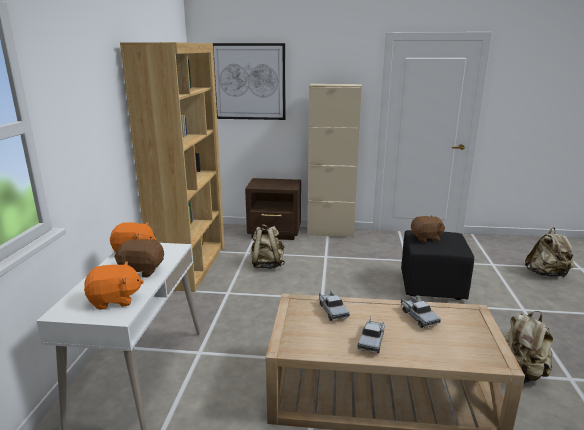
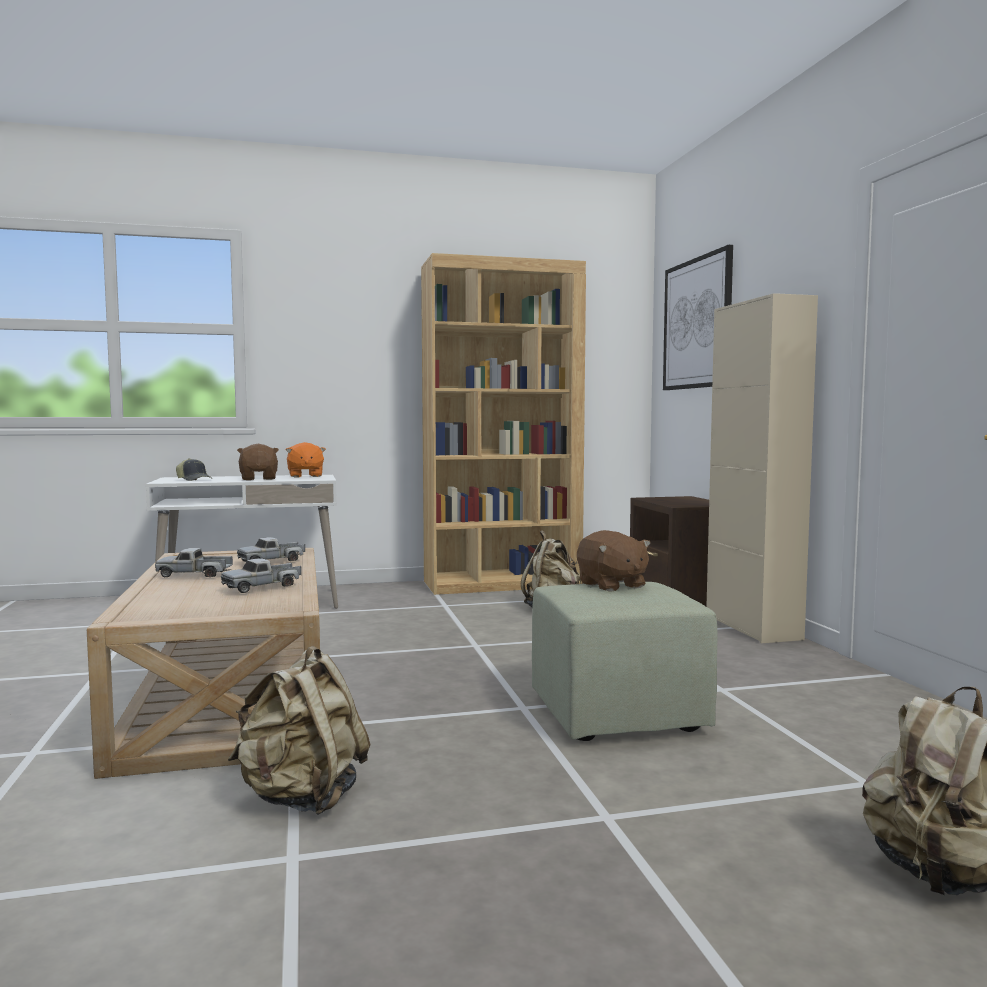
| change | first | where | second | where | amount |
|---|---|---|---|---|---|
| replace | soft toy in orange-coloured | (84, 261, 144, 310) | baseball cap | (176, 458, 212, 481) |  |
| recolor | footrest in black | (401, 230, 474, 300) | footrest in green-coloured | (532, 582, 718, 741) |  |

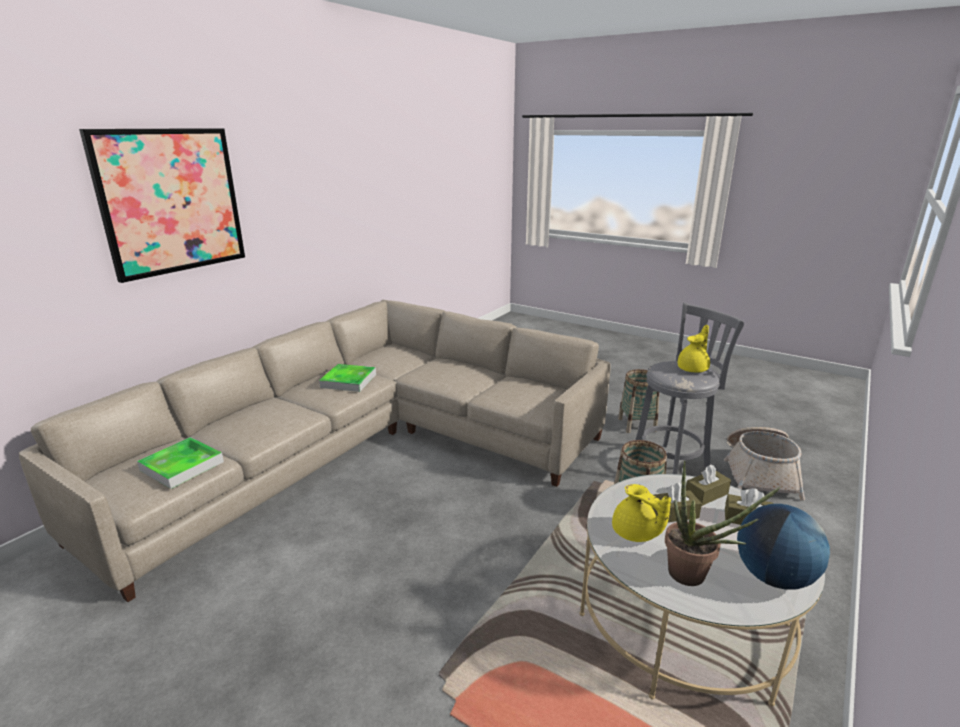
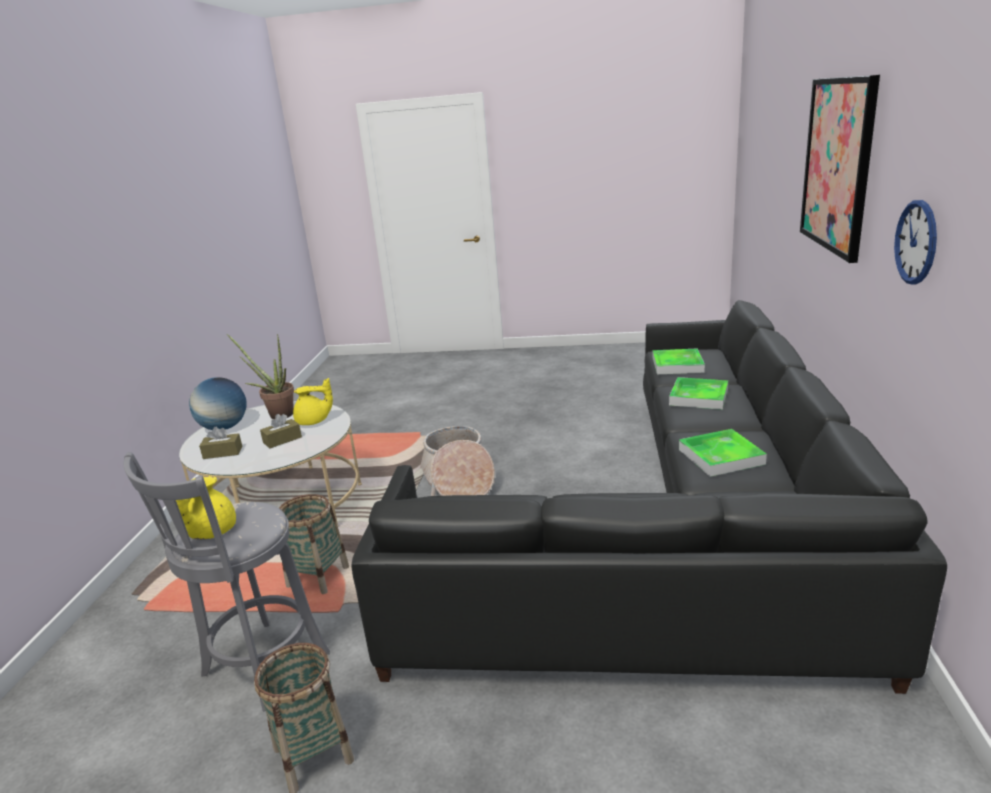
| change | first | where | second | where | amount |
|---|---|---|---|---|---|
| delete | tissue holder in brownish | (686, 465, 731, 506) |  |  |  |
| insert |  |  | tray | (669, 377, 728, 410) |  |
| insert |  |  | wall clock | (894, 200, 937, 285) |  |
| move | storage basket | (724, 427, 805, 501) |  | (420, 426, 495, 496) |  |
| recolor | couch in beige | (19, 300, 611, 602) | couch in black | (351, 300, 947, 694) |  |
| rotate | tea pot in yellow | (612, 484, 671, 542) |  | (293, 378, 333, 425) | 150 degrees clockwise |

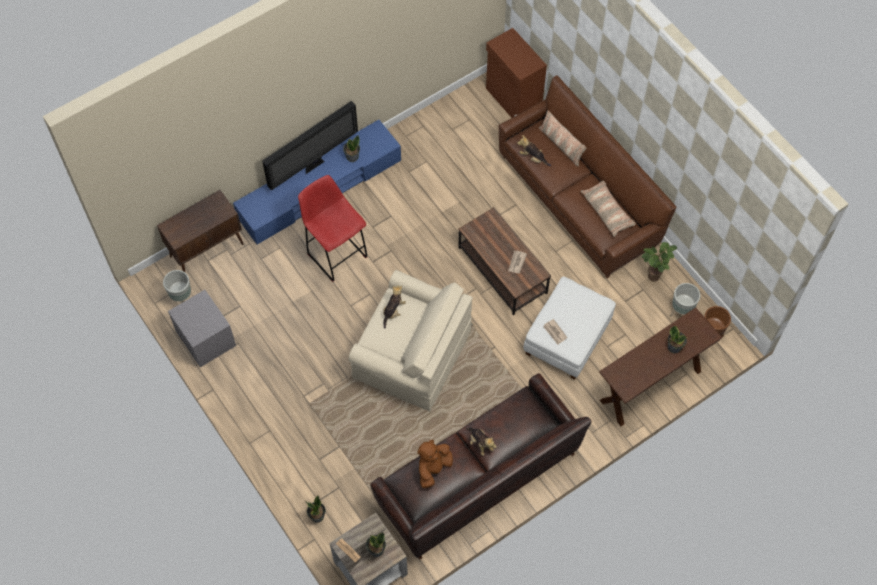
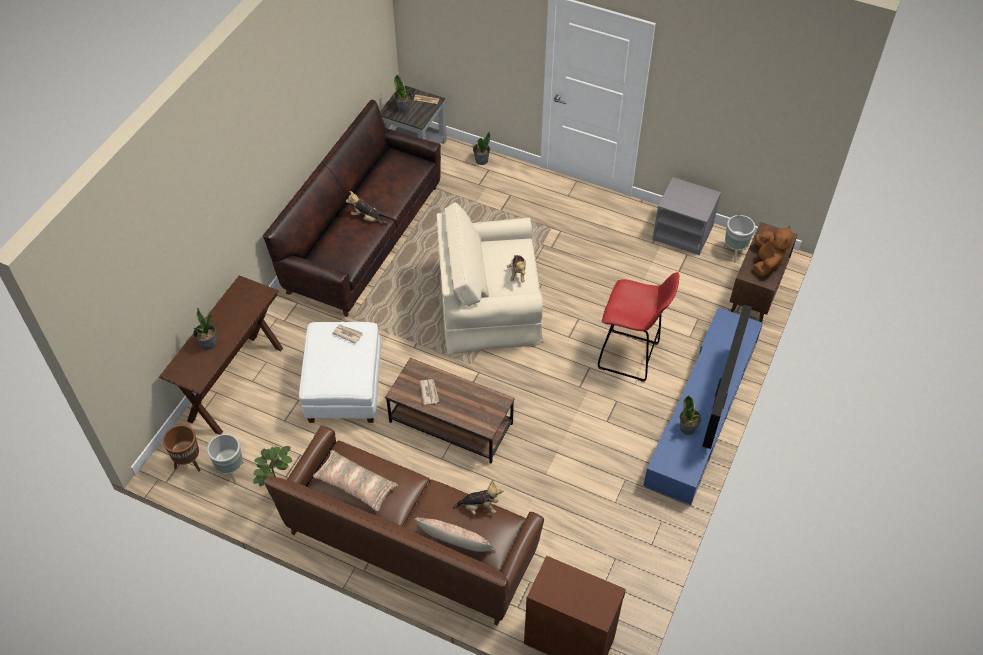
| change | first | where | second | where | amount |
|---|---|---|---|---|---|
| move | soft toy in brownish | (418, 440, 453, 488) |  | (753, 226, 792, 277) |  |

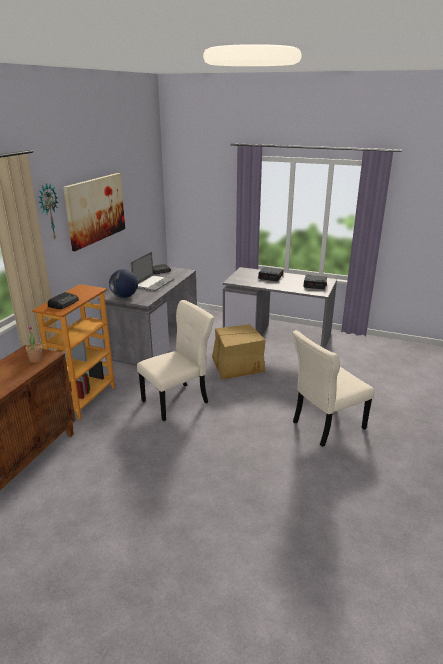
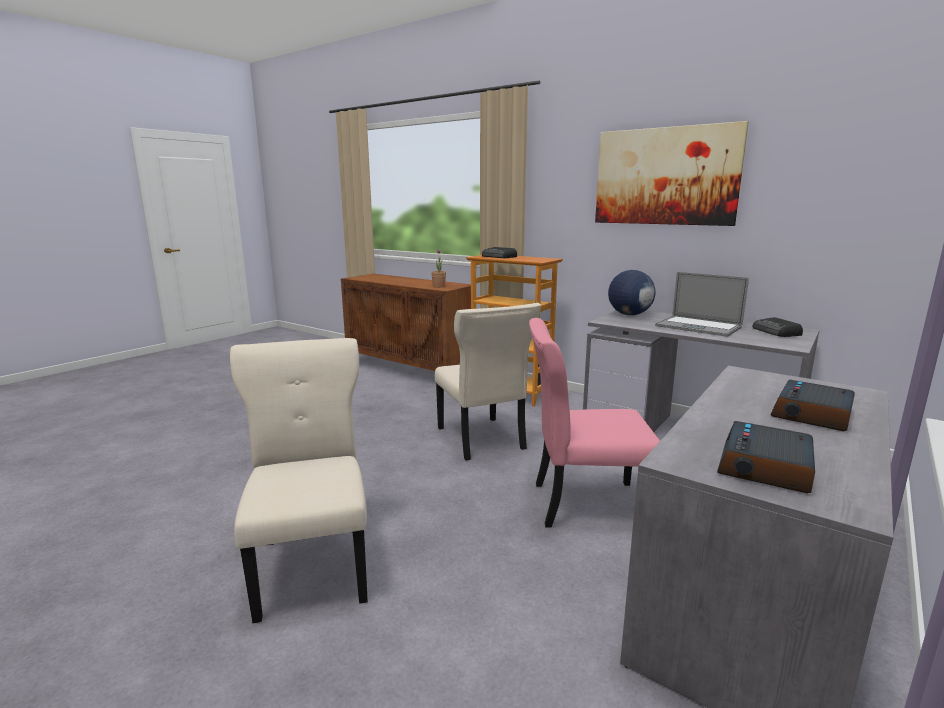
| change | first | where | second | where | amount |
|---|---|---|---|---|---|
| delete | wall clock | (38, 183, 59, 239) |  |  |  |
| replace | carton | (212, 324, 265, 380) | chair in pink | (529, 318, 660, 528) |  |

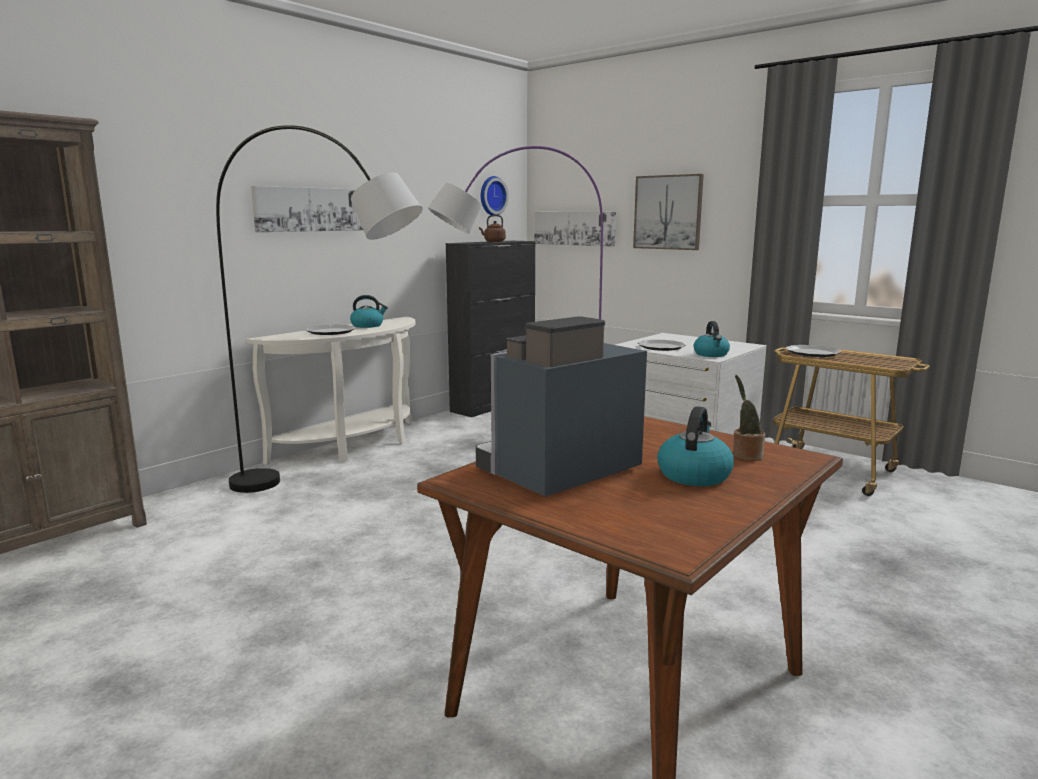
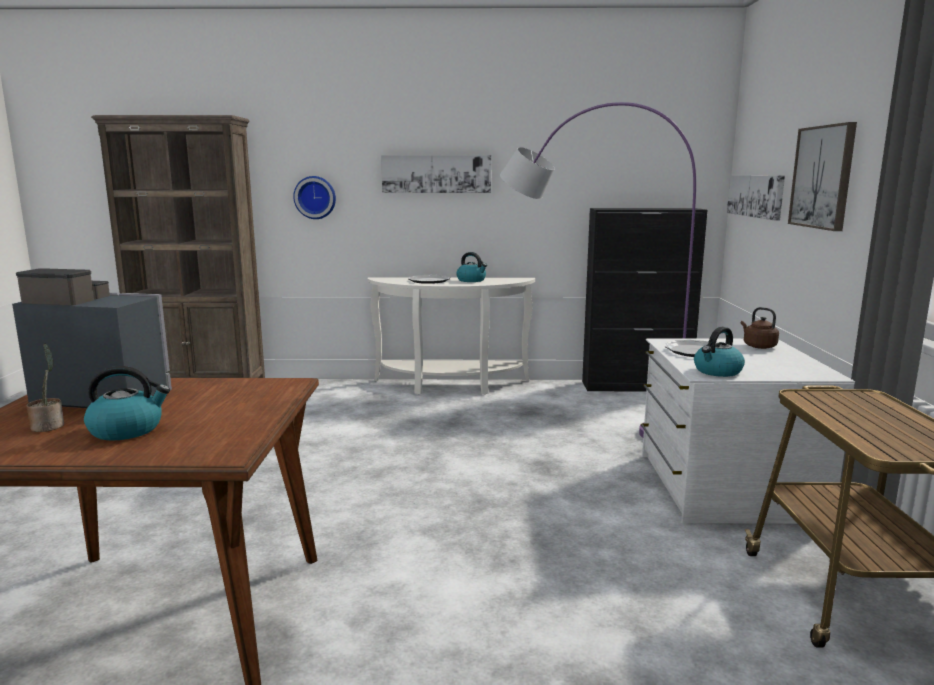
| change | first | where | second | where | amount |
|---|---|---|---|---|---|
| delete | standard lamp in greyish | (216, 125, 422, 493) |  |  |  |
| delete | dinner plate | (785, 345, 841, 357) |  |  |  |
| move | kettle in brownish | (479, 215, 506, 242) |  | (741, 307, 779, 349) |  |
| move | wall clock | (481, 176, 509, 215) |  | (293, 176, 336, 219) |  |
| move | potted plant | (733, 375, 765, 461) |  | (26, 344, 64, 432) |  |

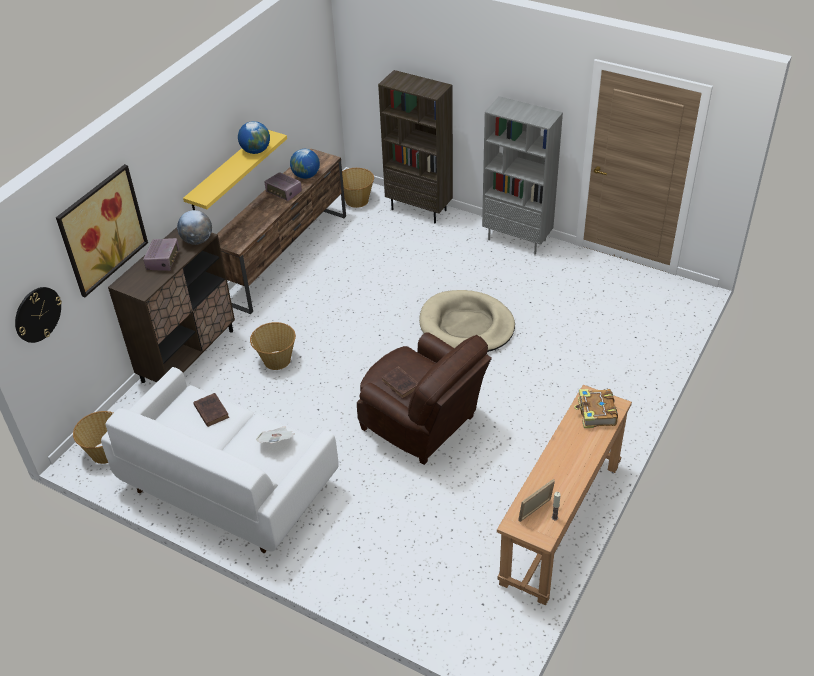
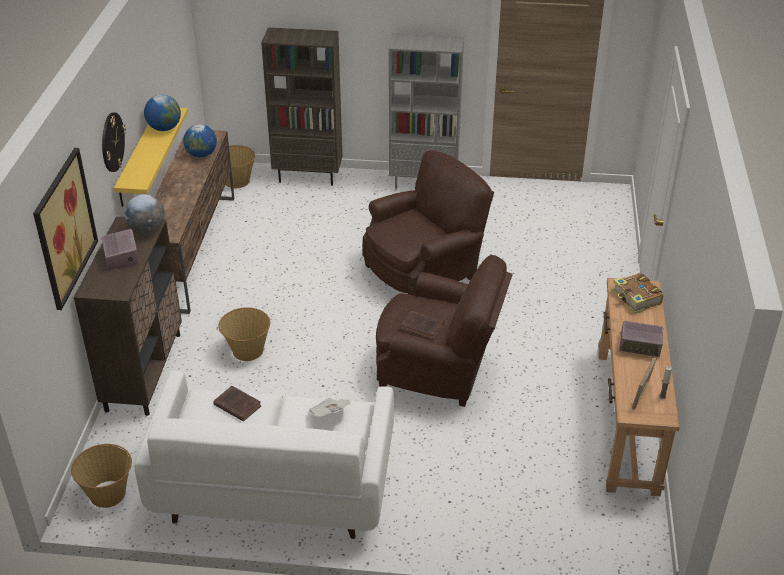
| change | first | where | second | where | amount |
|---|---|---|---|---|---|
| move | wall clock | (15, 287, 62, 343) |  | (102, 112, 126, 172) |  |
| move | radio set | (265, 172, 302, 201) |  | (619, 321, 663, 357) |  |
| replace | dog cushion in beige | (419, 290, 515, 352) | armchair in brownish | (362, 150, 494, 295) |  |

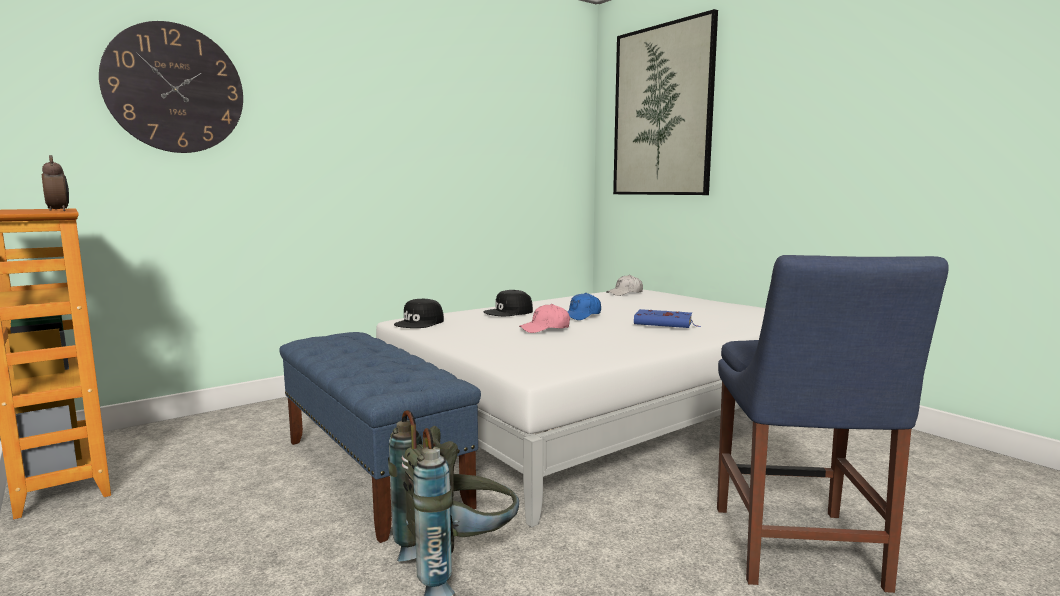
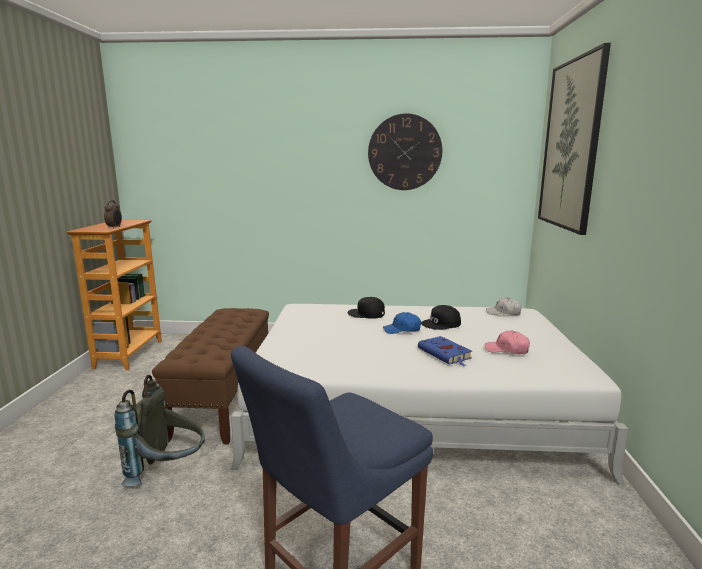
| change | first | where | second | where | amount |
|---|---|---|---|---|---|
| move | wall clock | (99, 21, 243, 153) |  | (368, 113, 442, 190) |  |
| move | baseball cap in black | (394, 298, 444, 328) |  | (421, 305, 461, 330) |  |
| move | baseball cap in pink | (519, 304, 570, 333) |  | (485, 330, 530, 354) |  |
| recolor | indoor bench in bluish | (279, 332, 481, 543) | indoor bench in brownish | (152, 308, 269, 444) |  |

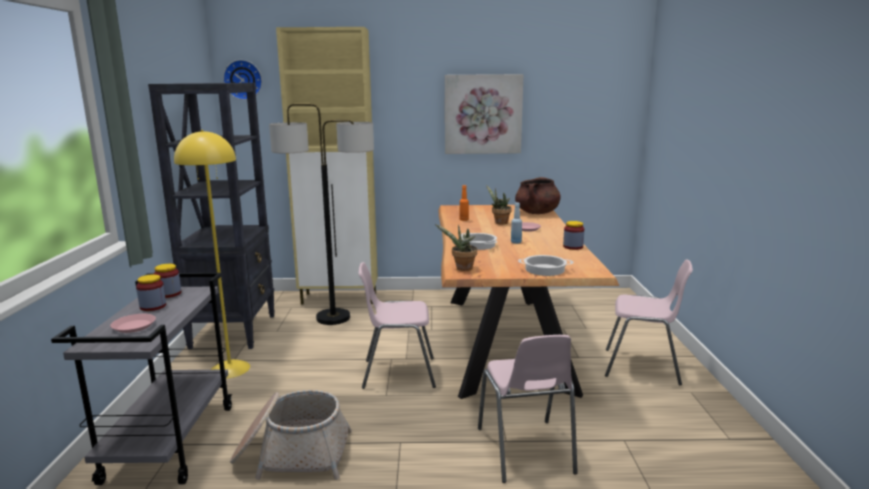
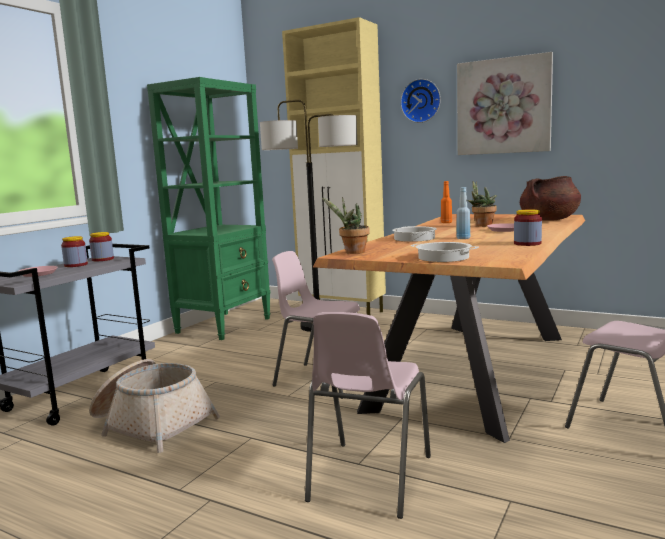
| change | first | where | second | where | amount |
|---|---|---|---|---|---|
| delete | standard lamp in yellow | (174, 130, 250, 379) |  |  |  |
| move | wall clock | (223, 60, 262, 100) |  | (400, 79, 441, 123) |  |
| recolor | bookshelf in black | (148, 83, 275, 350) | bookshelf in green-coloured | (147, 77, 271, 340) |  |

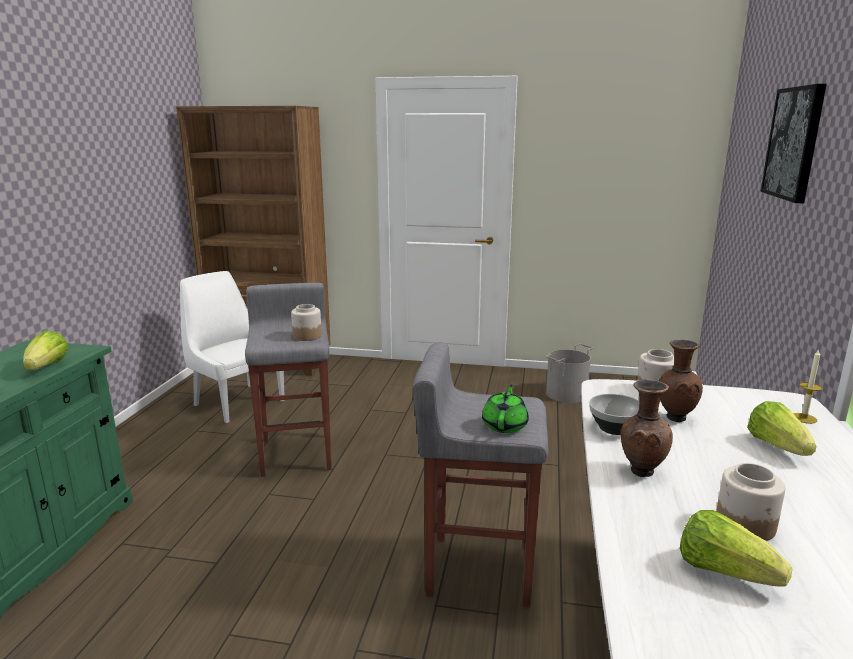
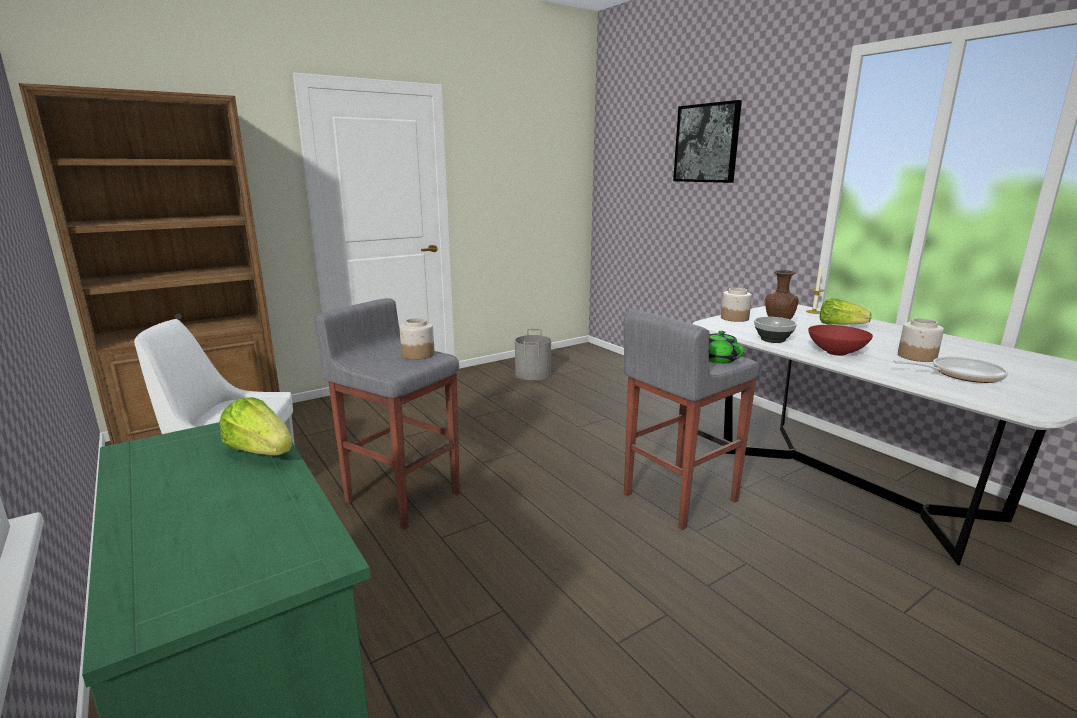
| change | first | where | second | where | amount |
|---|---|---|---|---|---|
| replace | flower vase in brownish | (620, 379, 673, 477) | bowl in red | (808, 325, 873, 356) |  |
| replace | lettuce head | (680, 510, 792, 587) | pan | (893, 357, 1008, 383) |  |

